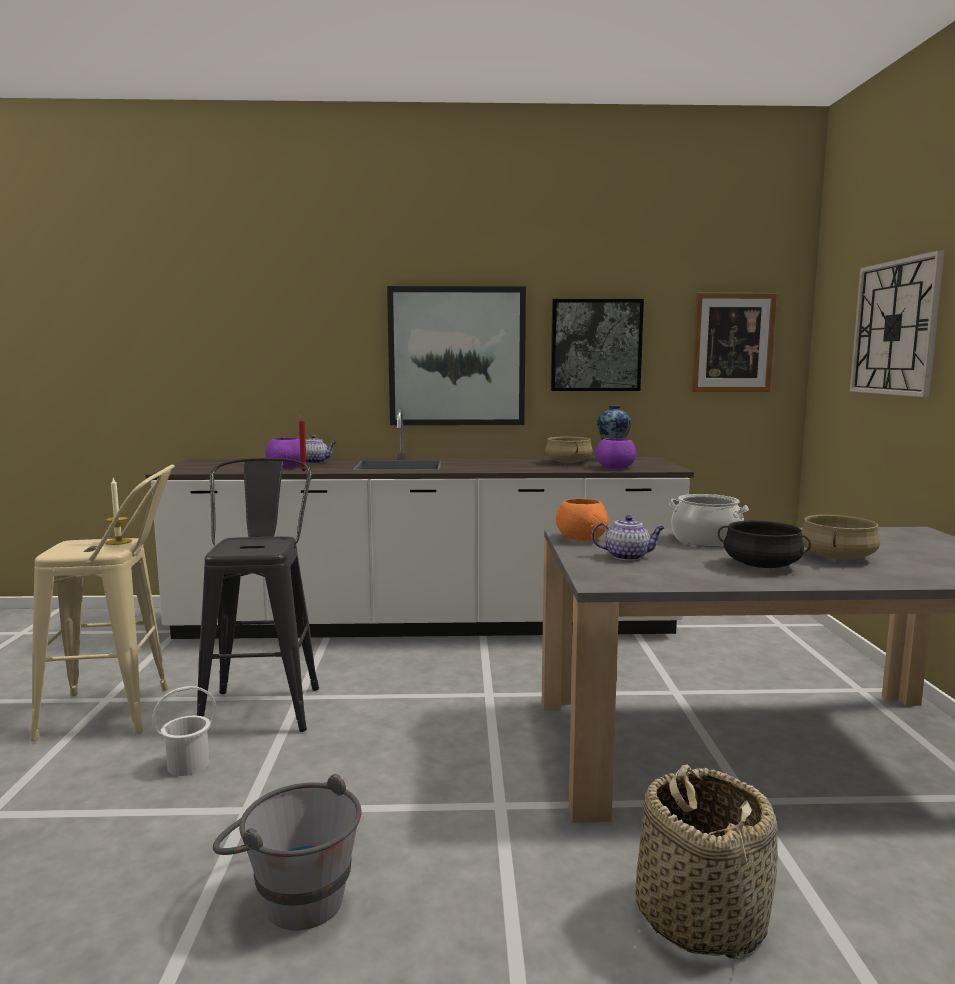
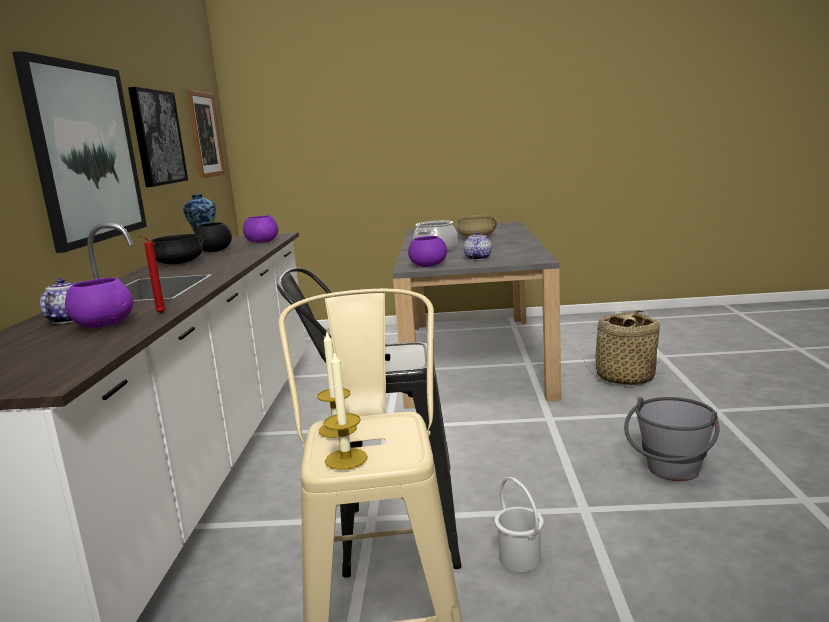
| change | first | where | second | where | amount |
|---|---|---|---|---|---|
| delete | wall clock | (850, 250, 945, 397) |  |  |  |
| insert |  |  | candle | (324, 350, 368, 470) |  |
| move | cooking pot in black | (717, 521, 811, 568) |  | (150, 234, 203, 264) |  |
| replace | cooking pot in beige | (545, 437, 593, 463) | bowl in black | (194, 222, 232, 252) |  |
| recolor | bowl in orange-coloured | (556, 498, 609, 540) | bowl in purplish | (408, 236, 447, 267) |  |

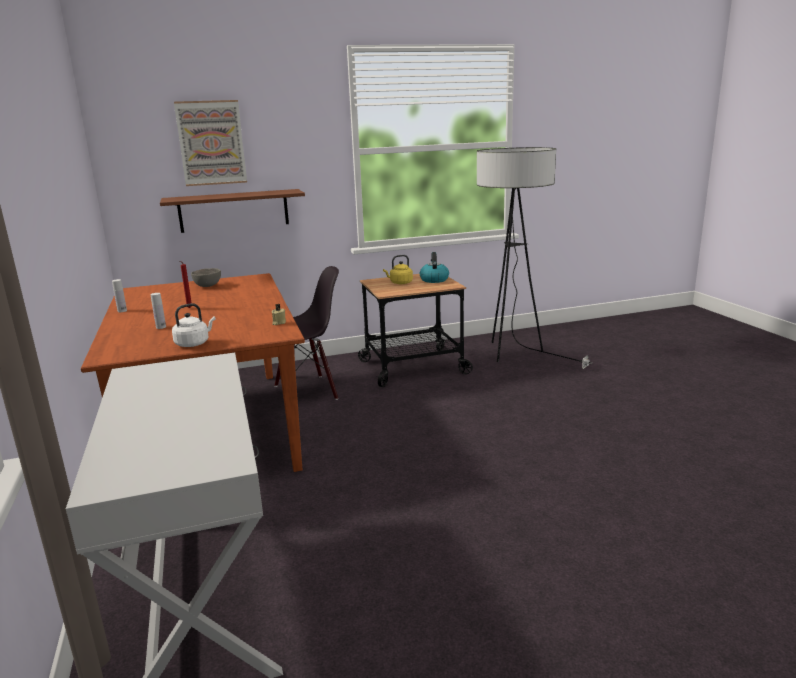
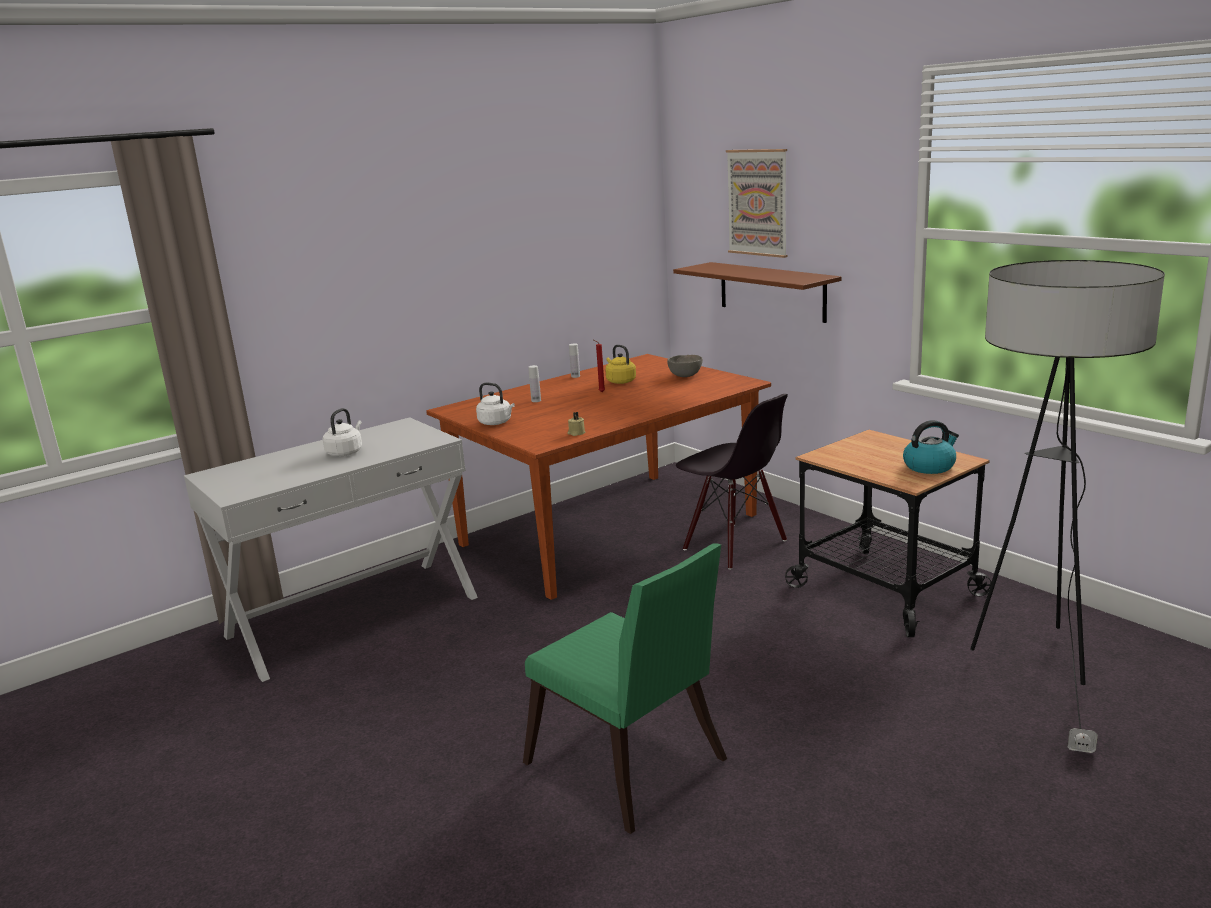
| change | first | where | second | where | amount |
|---|---|---|---|---|---|
| insert |  |  | kettle in whitish | (323, 408, 362, 456) |  |
| insert |  |  | chair in green-coloured | (523, 543, 727, 834) |  |
| move | kettle in yellow | (383, 255, 413, 284) |  | (605, 345, 636, 384) |  |

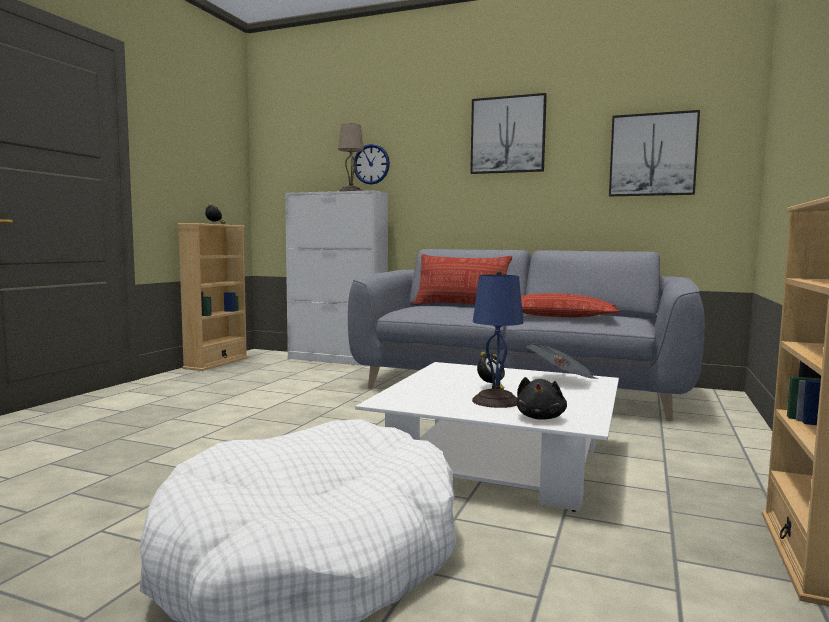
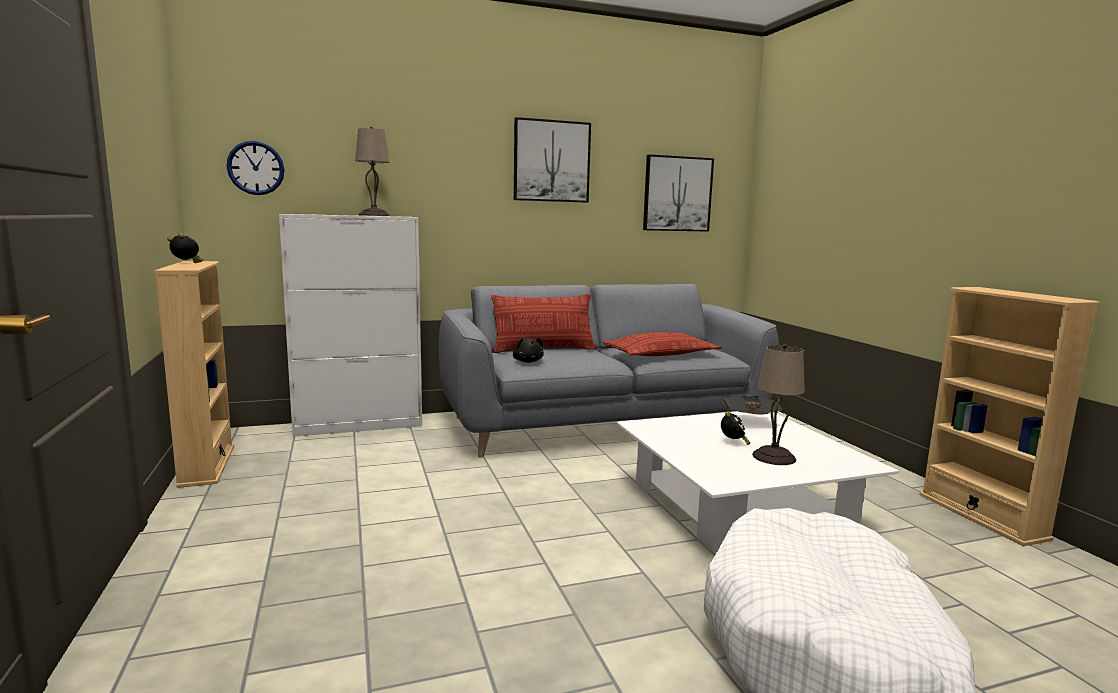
| change | first | where | second | where | amount |
|---|---|---|---|---|---|
| move | wall clock | (353, 144, 390, 185) |  | (227, 141, 285, 195) |  |
| move | soft toy in black | (516, 377, 567, 420) |  | (513, 338, 544, 363) |  |
| recolor | lamp for a table in bluish | (472, 271, 523, 408) | lamp for a table in beige | (752, 344, 805, 465) |  |

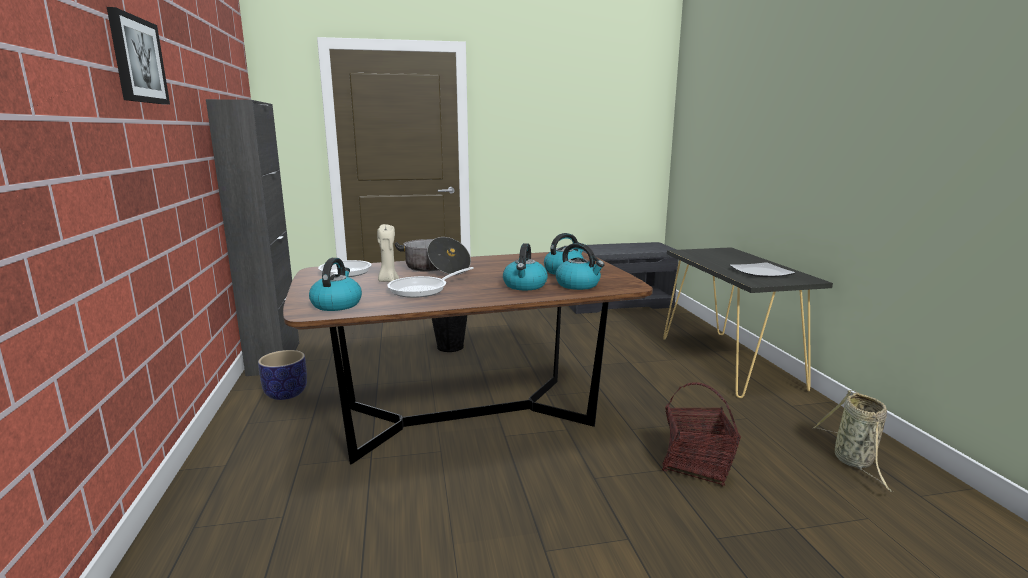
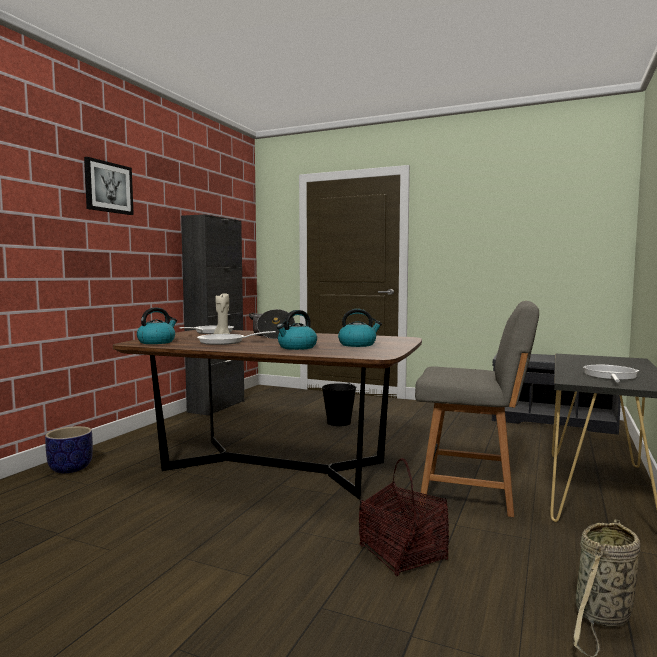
| change | first | where | second | where | amount |
|---|---|---|---|---|---|
| delete | kettle | (556, 243, 605, 290) |  |  |  |
| insert |  |  | chair in greyish | (415, 301, 539, 517) |  |
| move | planter | (258, 350, 307, 400) |  | (45, 426, 93, 473) |  |
| replace | dinner plate | (730, 262, 796, 277) | pan | (583, 364, 639, 382) |  |

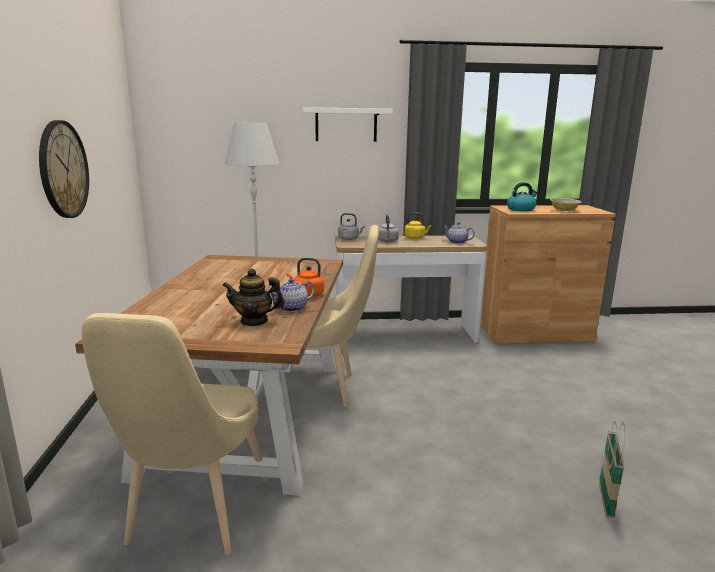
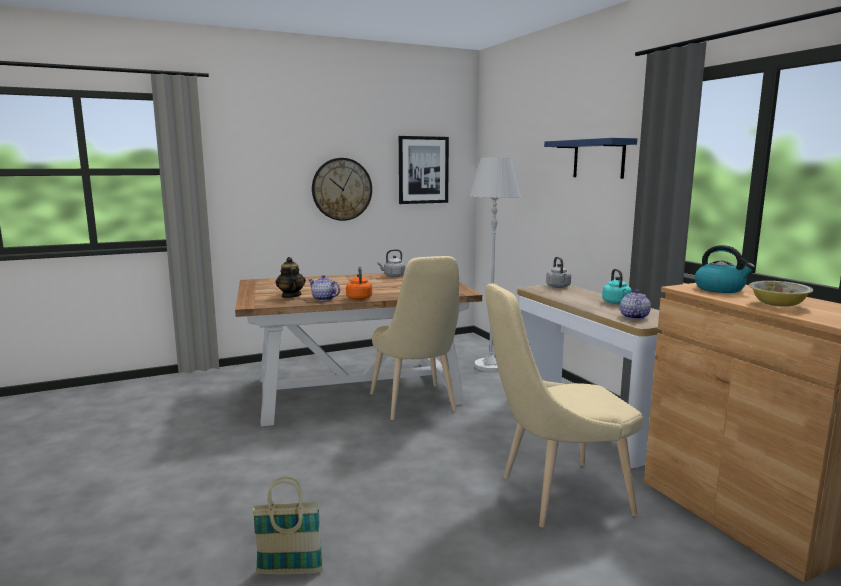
| change | first | where | second | where | amount |
|---|---|---|---|---|---|
| insert |  |  | wall art | (399, 136, 449, 204) |  |
| move | chair in beige | (82, 313, 268, 555) |  | (485, 283, 643, 527) |  |
| move | kettle in greyish | (378, 214, 399, 242) |  | (378, 249, 406, 277) |  |
| recolor | shelf in whitish | (303, 107, 393, 142) | shelf in bluish | (544, 138, 637, 179) |  |
| recolor | kettle in yellow | (404, 212, 431, 239) | kettle in turquoise-coloured | (602, 269, 631, 304) |  |

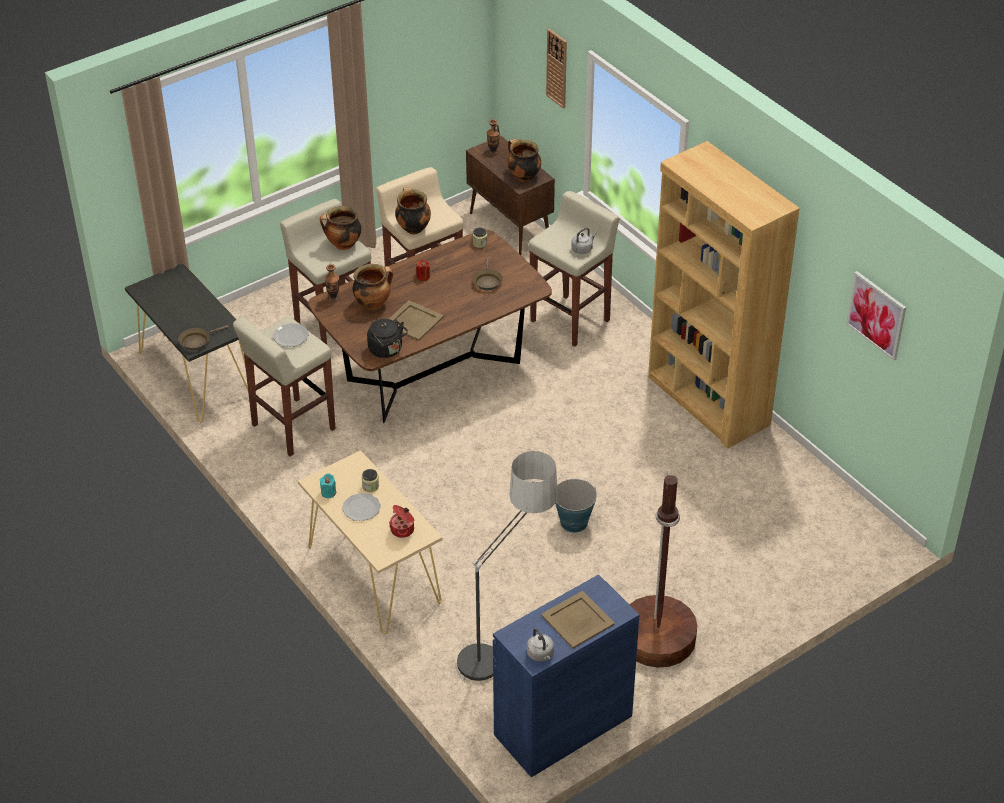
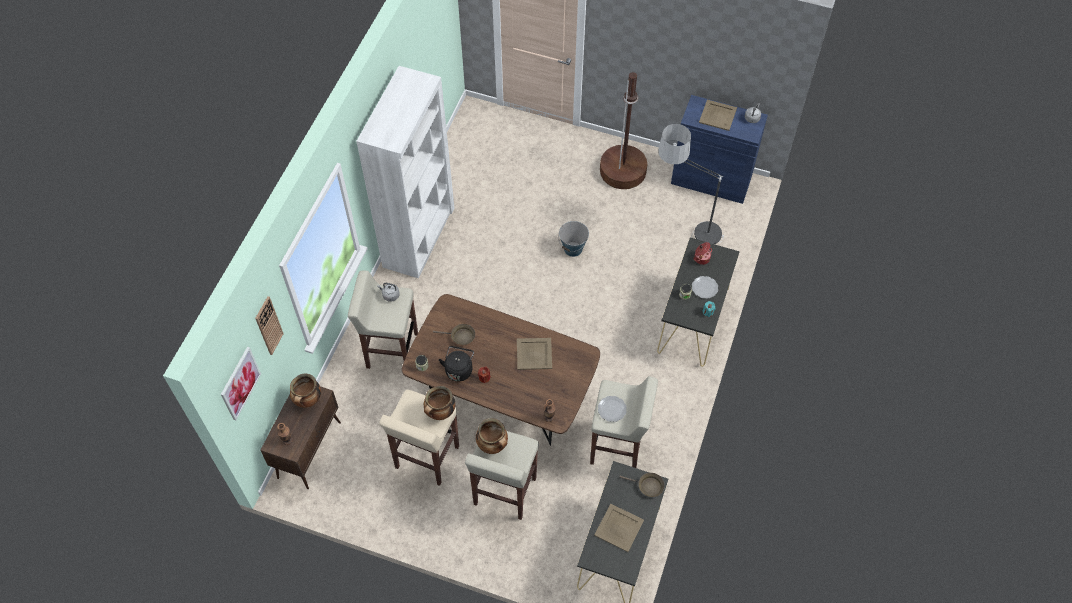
| change | first | where | second | where | amount |
|---|---|---|---|---|---|
| delete | cooking pot | (353, 264, 393, 310) |  |  |  |
| insert |  |  | tray in beige | (594, 504, 644, 552) |  |
| move | kettle in black | (367, 319, 408, 358) |  | (439, 346, 474, 382) |  |
| move | wall art | (846, 271, 906, 361) |  | (221, 347, 261, 420) |  |
| recolor | hall table in beige | (298, 450, 443, 634) | hall table in black | (657, 238, 740, 367) |  |
| recolor | bookshelf in brownish | (648, 141, 800, 449) | bookshelf in whitish | (356, 66, 454, 278) |  |
| rotate | pan in brownish | (473, 257, 503, 291) |  | (433, 324, 475, 345) | 45 degrees clockwise |

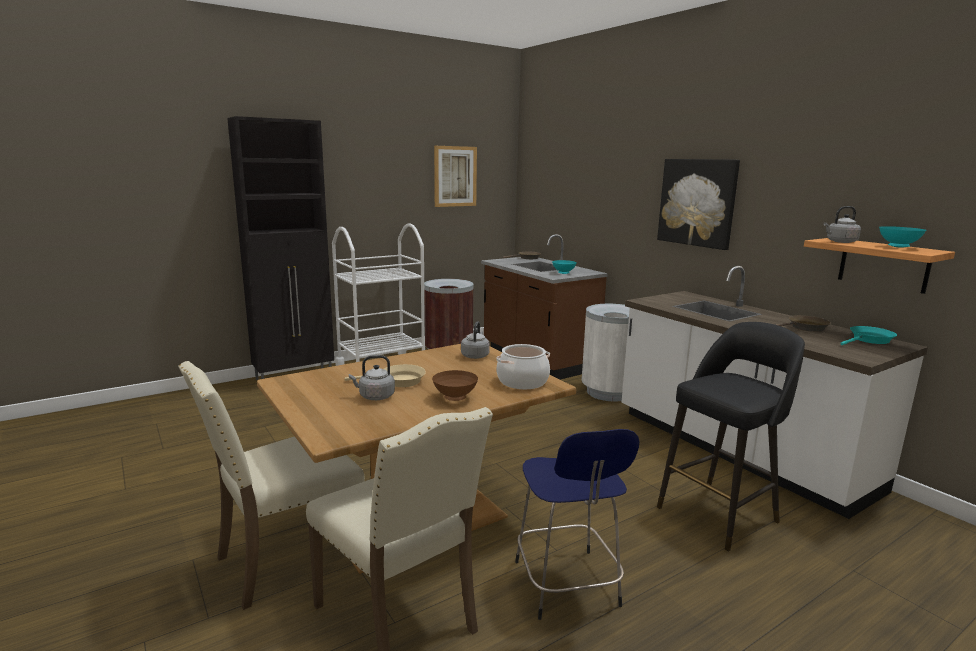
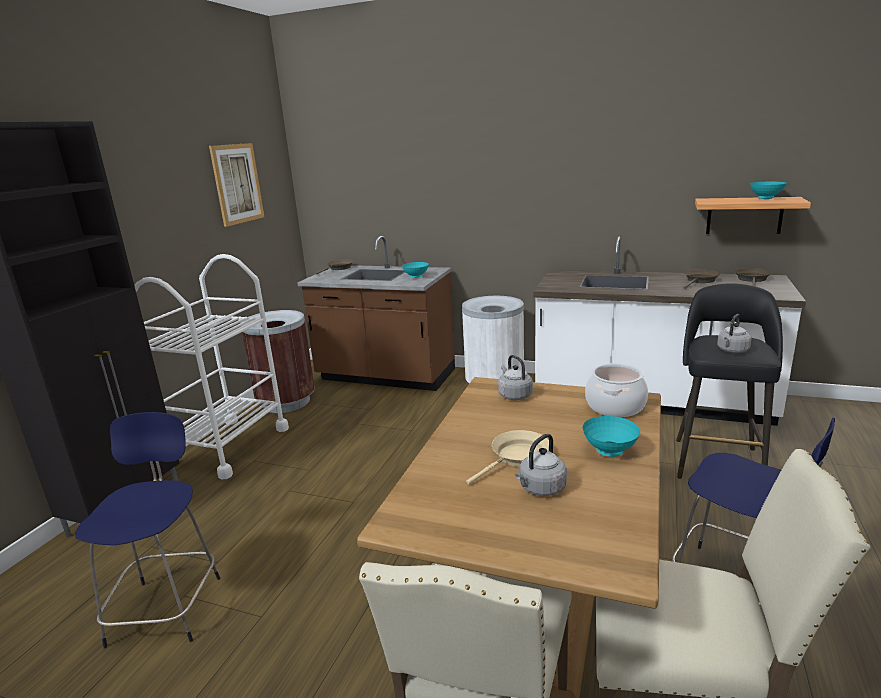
| change | first | where | second | where | amount |
|---|---|---|---|---|---|
| delete | wall art | (657, 159, 740, 250) |  |  |  |
| insert |  |  | stool in bluish | (75, 412, 220, 648) |  |
| move | kettle in greyish | (823, 206, 861, 243) |  | (717, 314, 752, 353) |  |
| recolor | bowl in brownish | (432, 370, 478, 401) | bowl in turquoise-coloured | (583, 416, 640, 457) |  |
| recolor | pan in turquoise-coloured | (840, 326, 897, 345) | pan in brownish | (734, 268, 772, 286) |  |

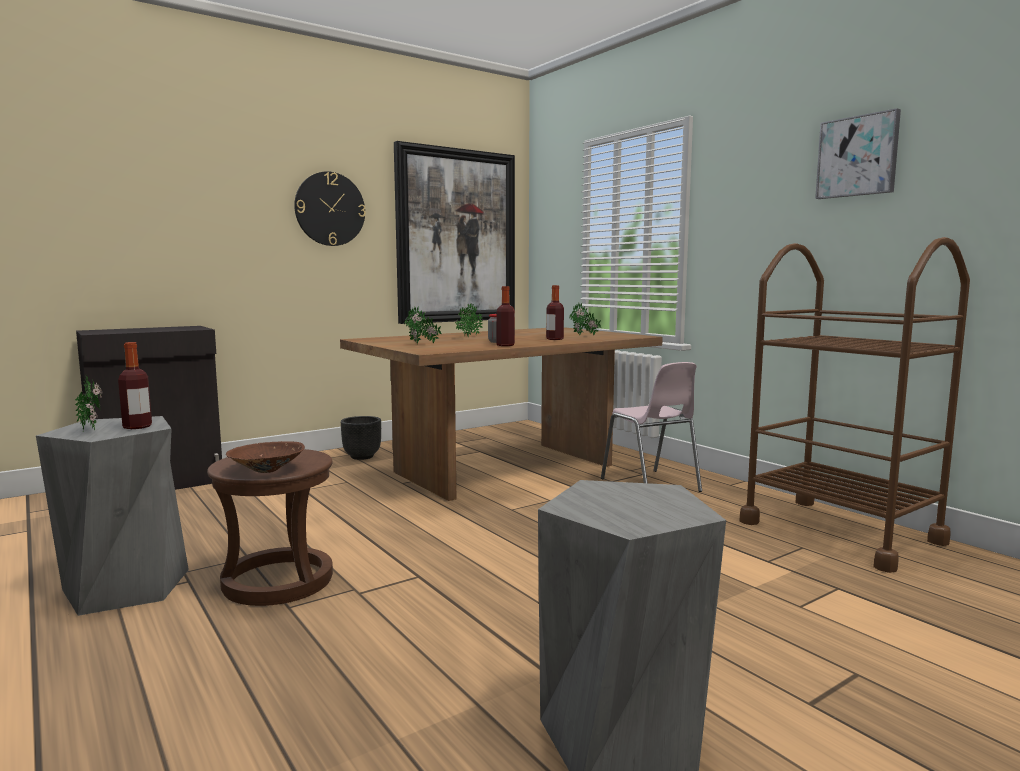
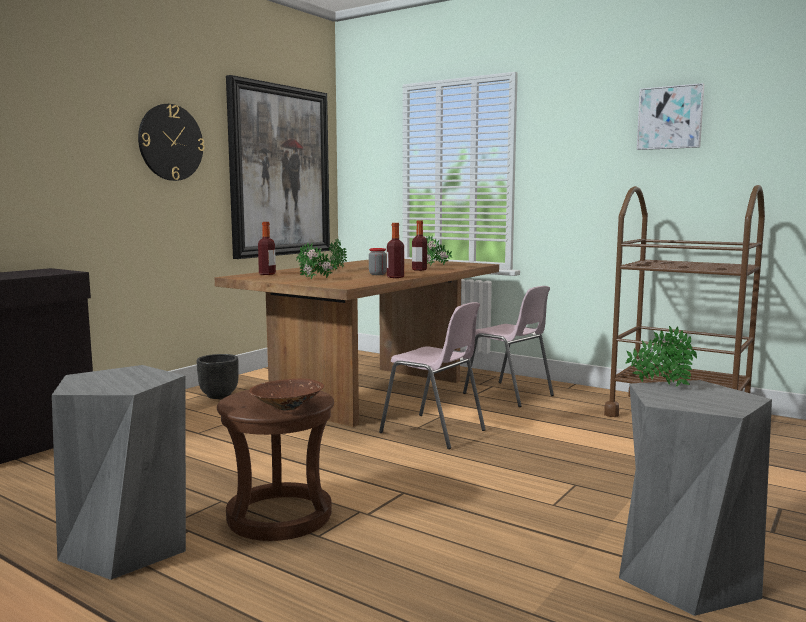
| change | first | where | second | where | amount |
|---|---|---|---|---|---|
| insert |  |  | chair in pink | (379, 302, 486, 449) |  |
| move | potted plant | (75, 377, 103, 431) |  | (625, 326, 697, 387) |  |
| move | bottle | (118, 342, 152, 429) |  | (258, 222, 276, 275) |  |

